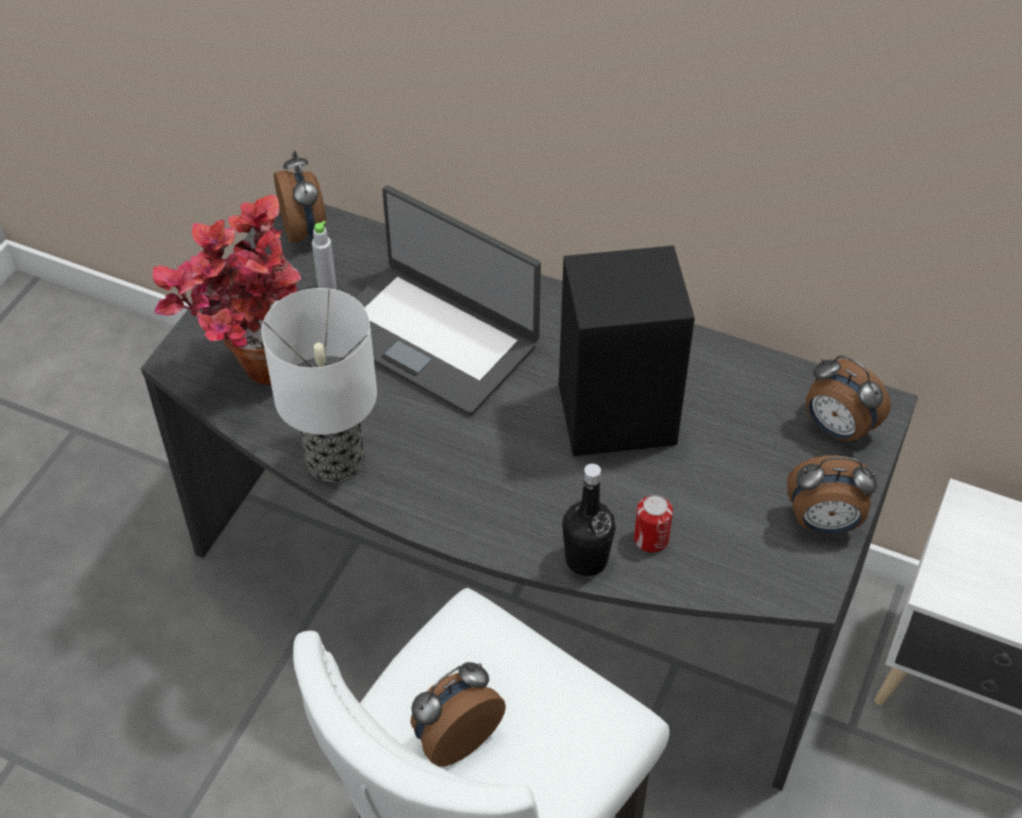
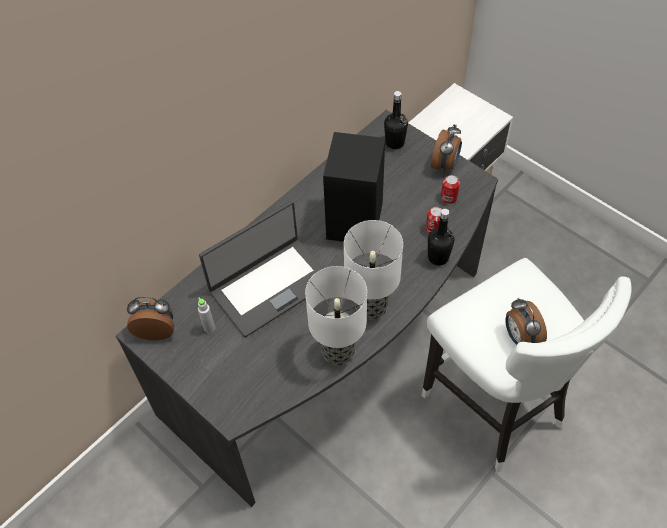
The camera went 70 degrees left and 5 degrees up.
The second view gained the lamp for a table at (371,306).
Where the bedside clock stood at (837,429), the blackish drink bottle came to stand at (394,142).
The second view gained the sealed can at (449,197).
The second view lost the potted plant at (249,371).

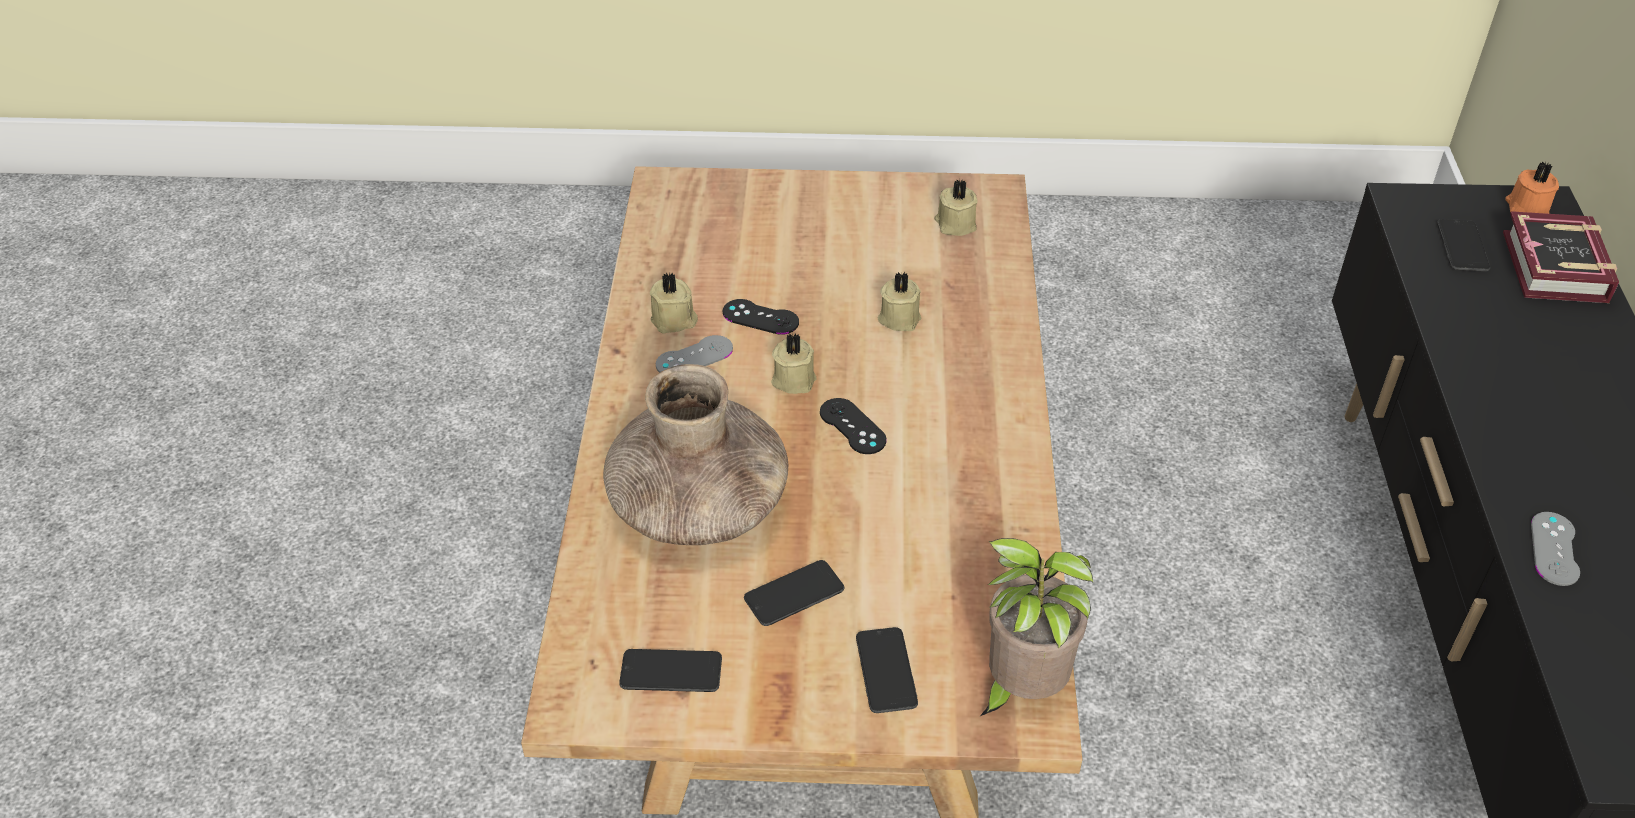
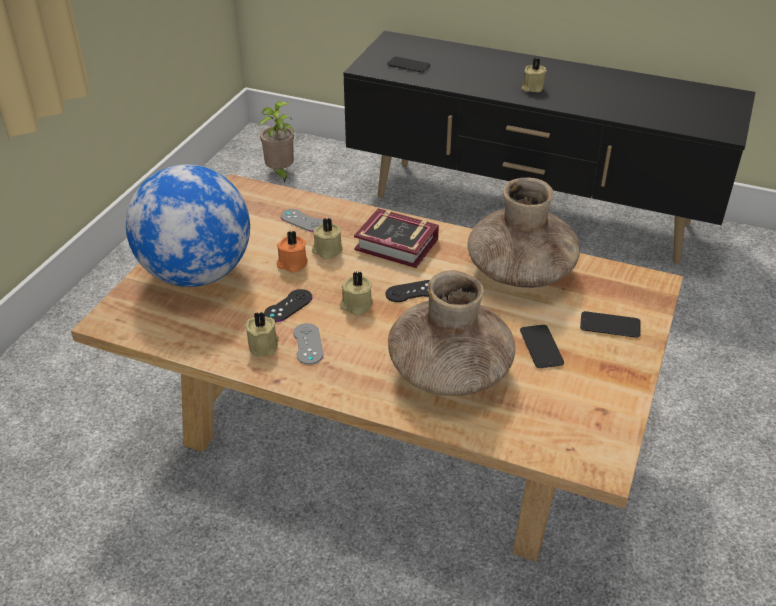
The camera went 70 degrees left and 5 degrees down.
The second view gained the world globe at (197,274).
The potted plant ended up elsewhere, having gone from (1020,689) to (280,173).
The orangey wax candle ended up elsewhere, having gone from (1526,208) to (292,264).
The greyish gamepad ended up elsewhere, having gone from (1554,549) to (303,221).
The book ended up elsewhere, having gone from (1552,270) to (398,247).
The second view gained the brownish decorative vase at (520,271).
The beige-coloured wax candle ended up elsewhere, having gone from (955,224) to (532,88).
The second view lost the handset at (671,672).

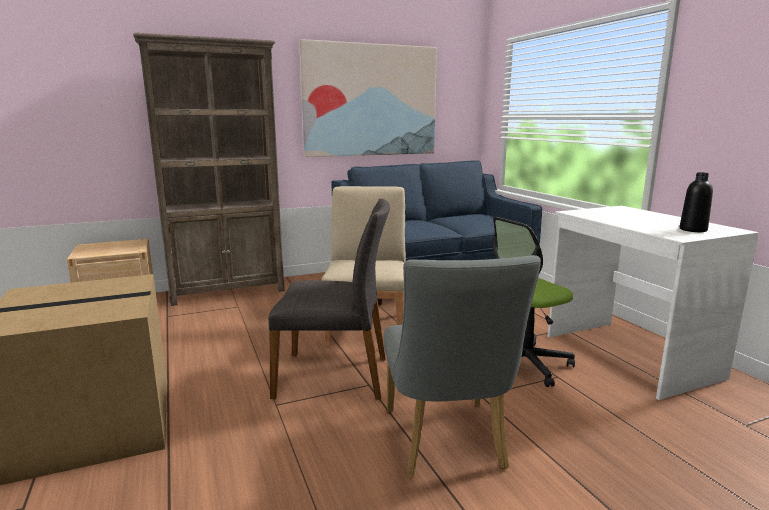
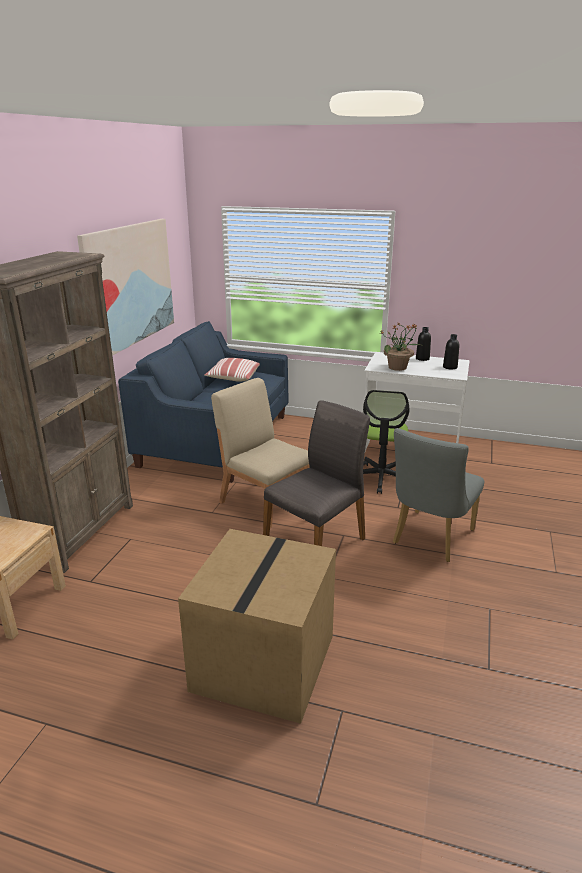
The camera went 50 degrees left and 10 degrees up.
The second view gained the cushion at (233,378).
The second view gained the potted plant at (398,367).
The greyish upright chair at (446,444) ended up facing another way, 90 degrees clockwise from before.
The second view gained the blackish drink bottle at (422,359).

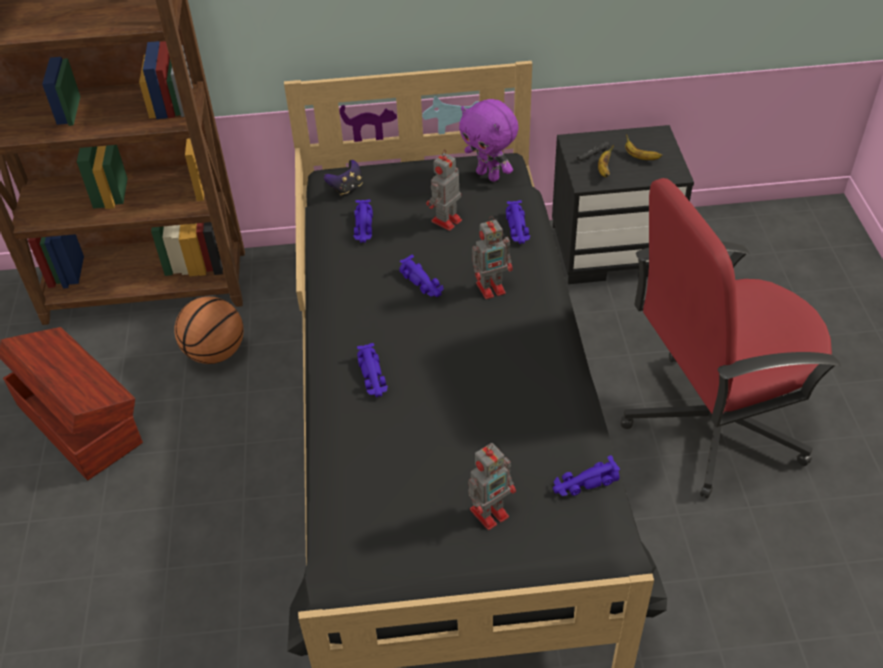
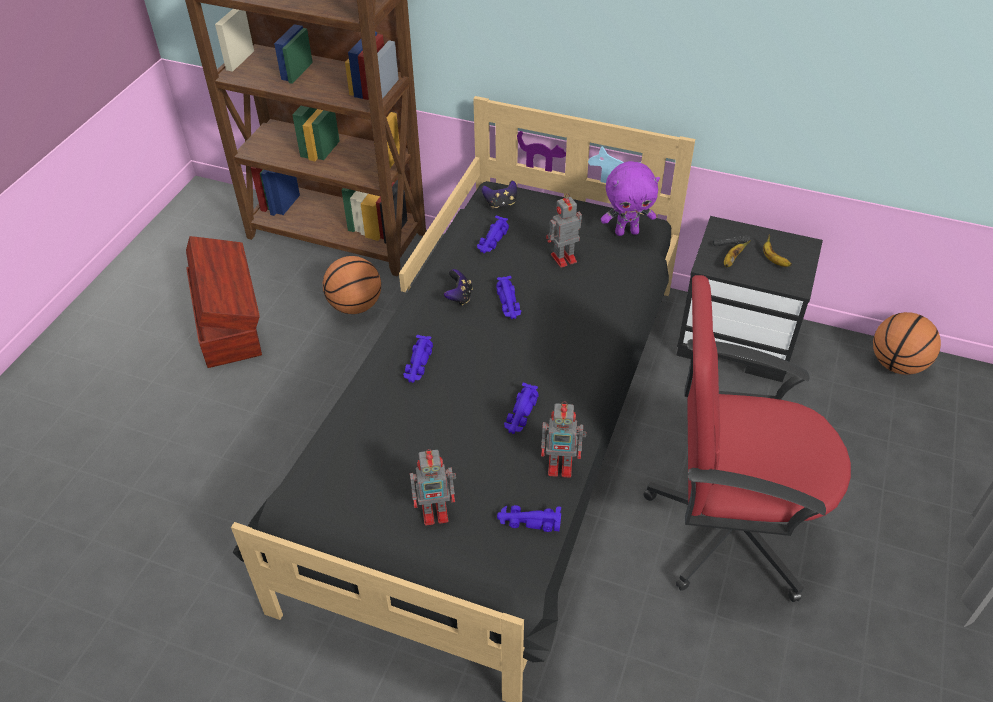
The camera went 25 degrees right and 0 degrees up.
The second view gained the gamepad at (459,297).
The purplish miniature car ended up elsewhere, having gone from (517,228) to (520,414).
The robot figure ended up elsewhere, having gone from (492,287) to (562,465).
The purplish soft toy at (489,175) ended up facing another way, 75 degrees counterclockwise from before.
The second view gained the basketball at (897,364).

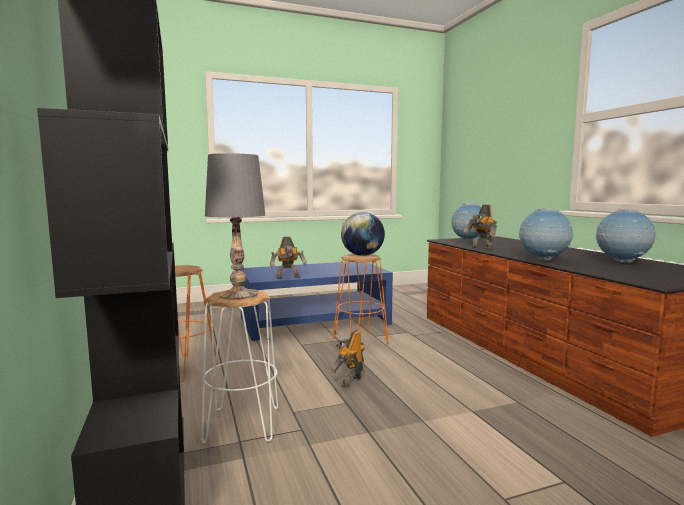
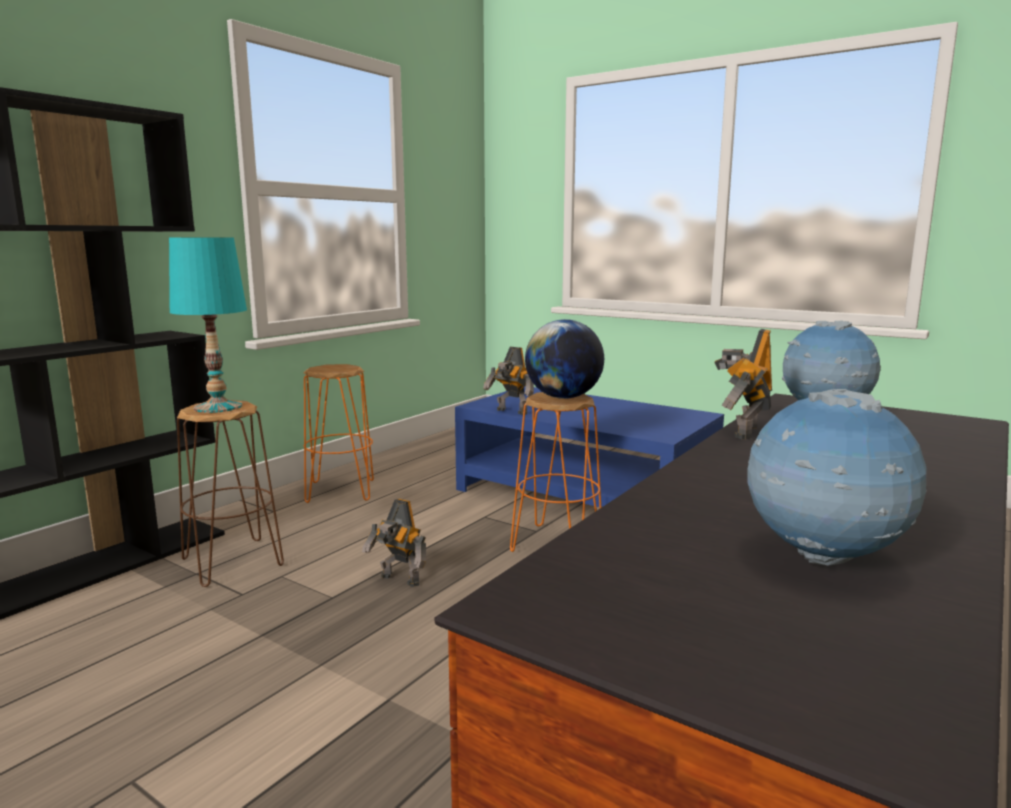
The camera went 55 degrees right and 5 degrees up.
What was the greyish lamp for a table at (238,294) turned into the blue-green lamp for a table at (217,407).
What was the white stool at (242,424) turned into the brownish stool at (233,562).
The robot figure at (350,381) ended up facing another way, 150 degrees counterclockwise from before.
The second view lost the world globe at (543,260).

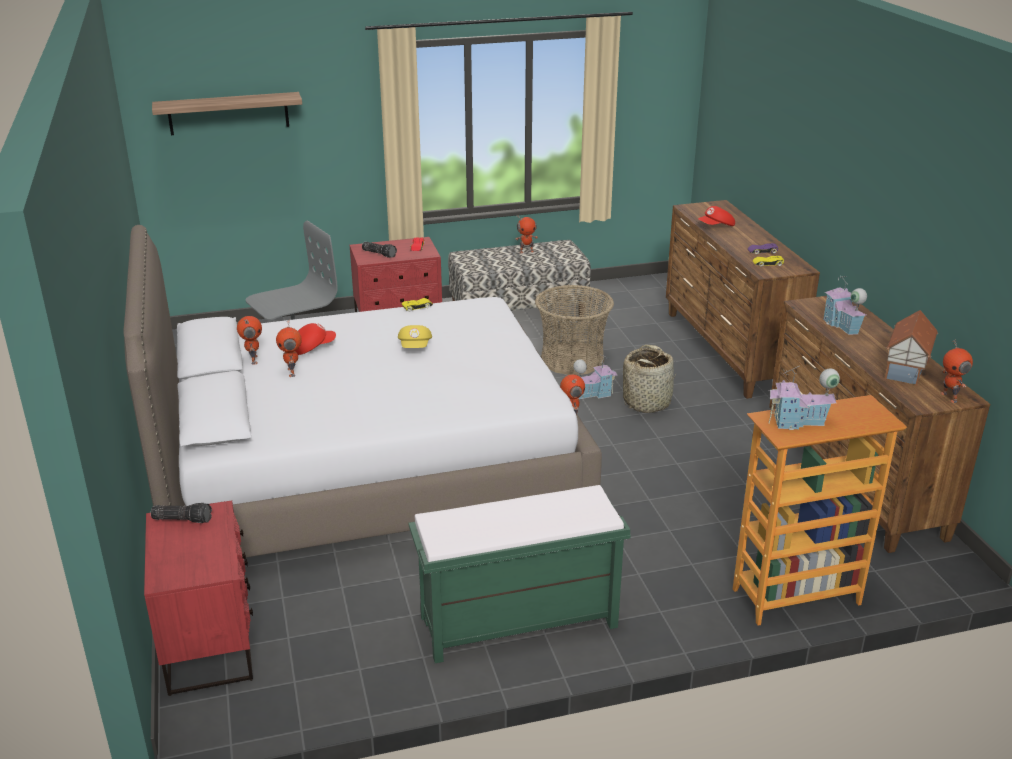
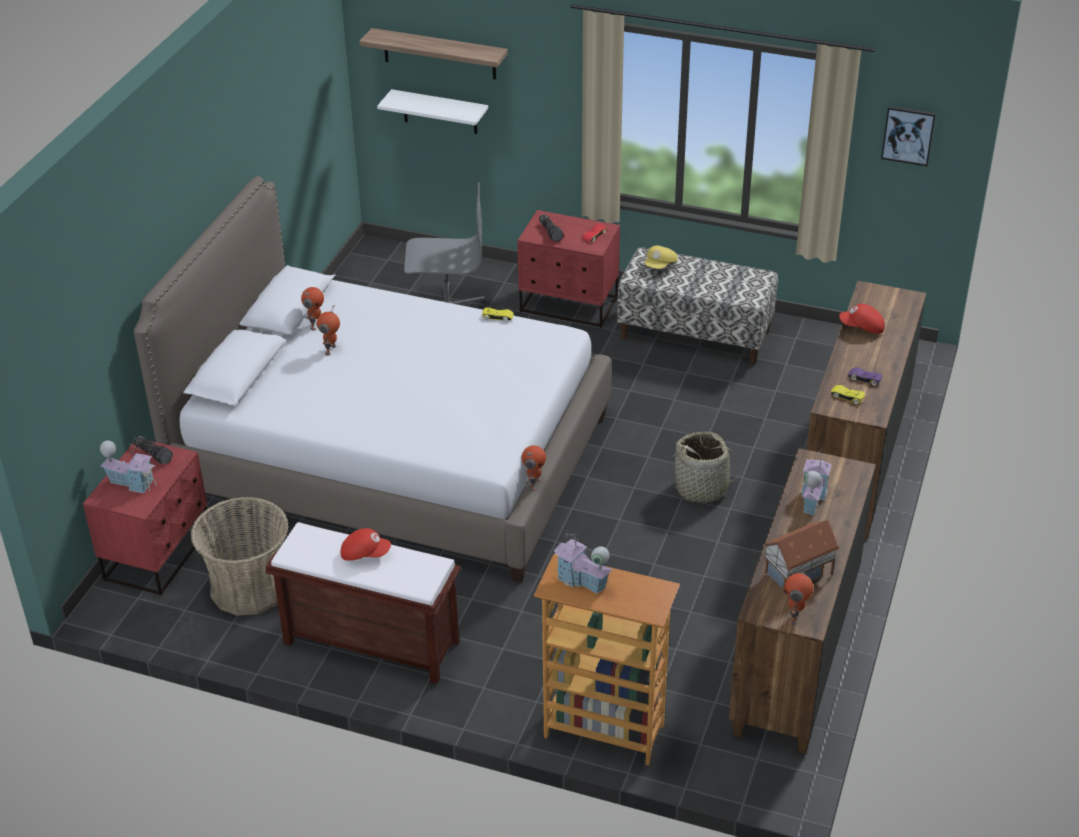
The camera went 35 degrees right and 10 degrees up.
The model house ended up elsewhere, having gone from (593,394) to (132,482).
The basket ended up elsewhere, having gone from (572,359) to (249,587).
What was the greenish indoor bench at (517,623) turned into the brownish indoor bench at (369,643).
The red-coloured cap ended up elsewhere, having gone from (312,348) to (365,553).
The second view gained the white bracket shelf at (440,112).
The yellowish cap ended up elsewhere, having gone from (415,347) to (660,265).
The second view gained the wall picture at (908,135).
The second view lost the robot figure at (526,251).

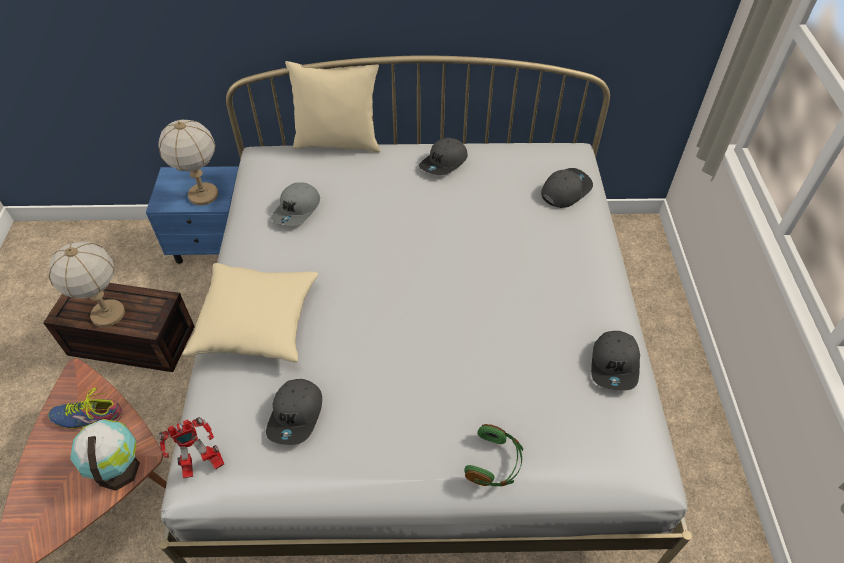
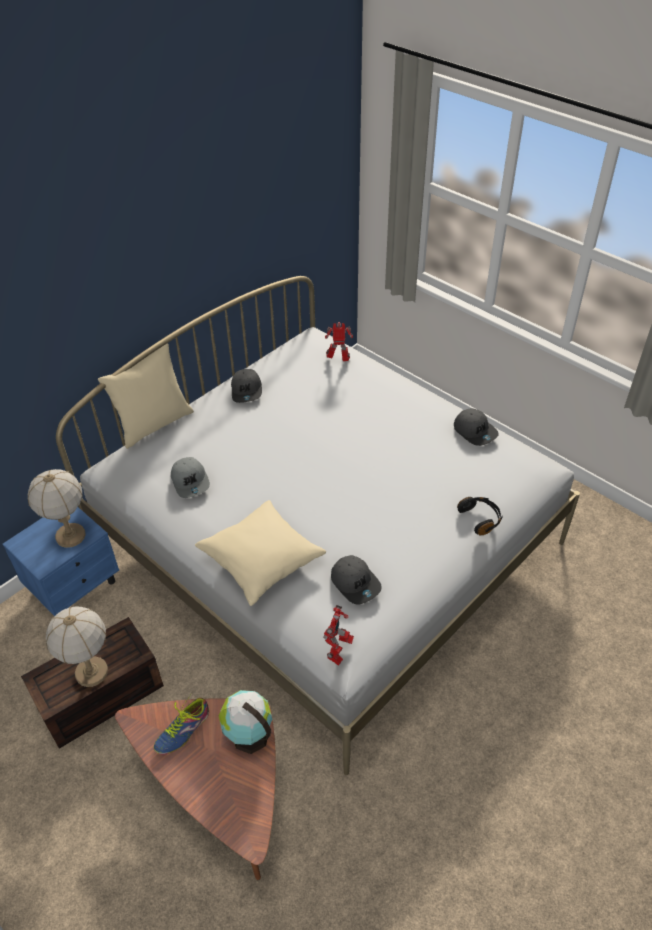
The camera went 45 degrees left and 5 degrees down.
Where the greyish cap stood at (565,190), the robot figure came to stand at (339,360).
What was the greenish headphones at (494,463) turned into the blackish headphones at (480,519).

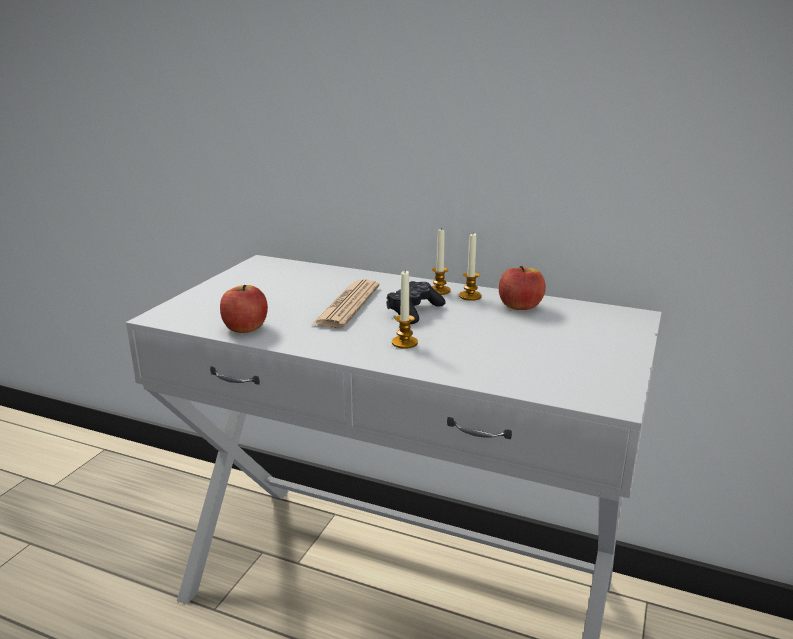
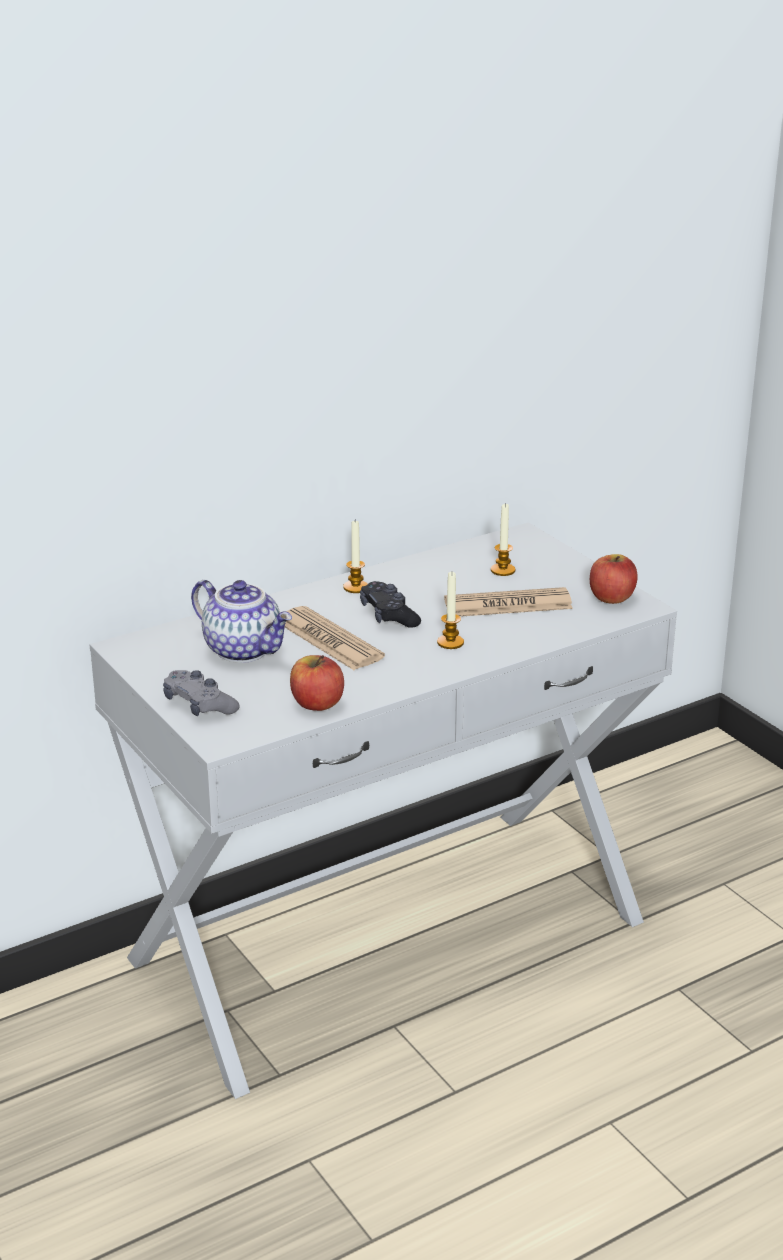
The camera went 55 degrees left and 5 degrees up.
The second view gained the greyish gamepad at (199,705).
The second view gained the teapot at (245,650).
The second view gained the printed paper at (508,604).
The wax candle ended up elsewhere, having gone from (470,296) to (503,570).
The whole apple ended up elsewhere, having gone from (520,306) to (611,598).

